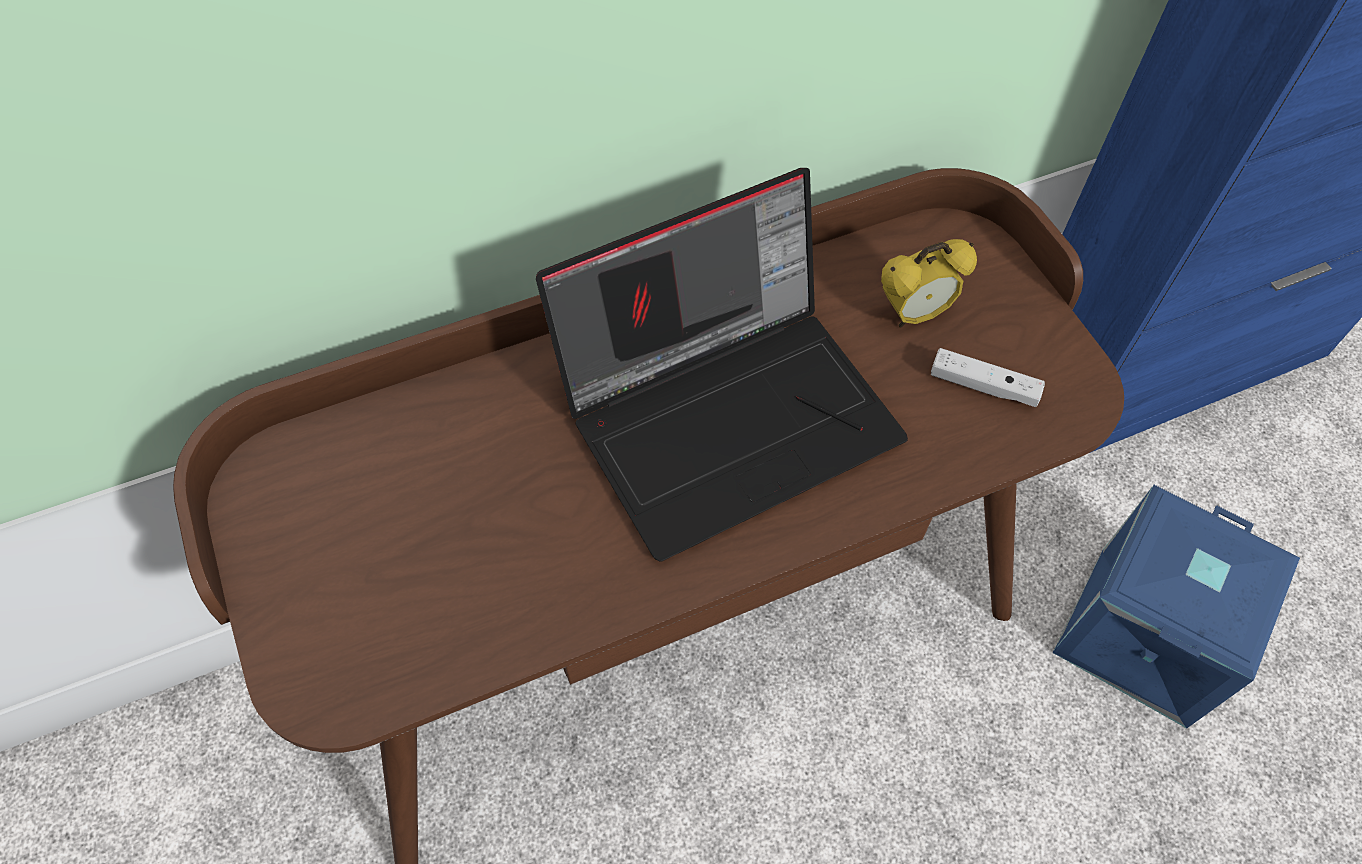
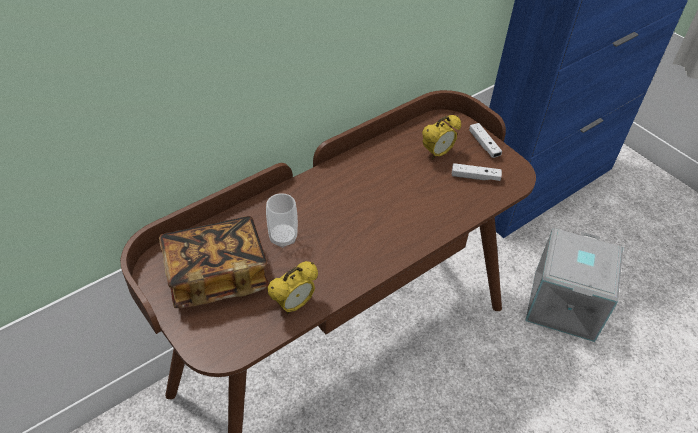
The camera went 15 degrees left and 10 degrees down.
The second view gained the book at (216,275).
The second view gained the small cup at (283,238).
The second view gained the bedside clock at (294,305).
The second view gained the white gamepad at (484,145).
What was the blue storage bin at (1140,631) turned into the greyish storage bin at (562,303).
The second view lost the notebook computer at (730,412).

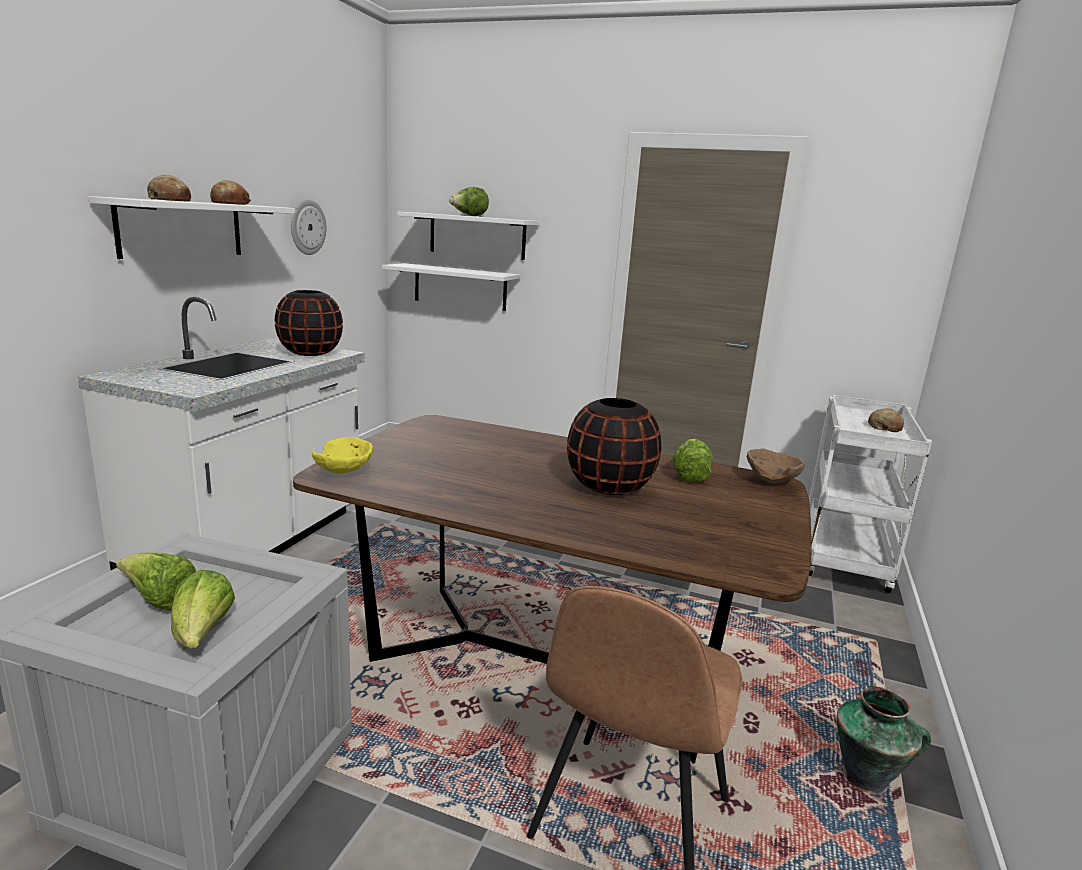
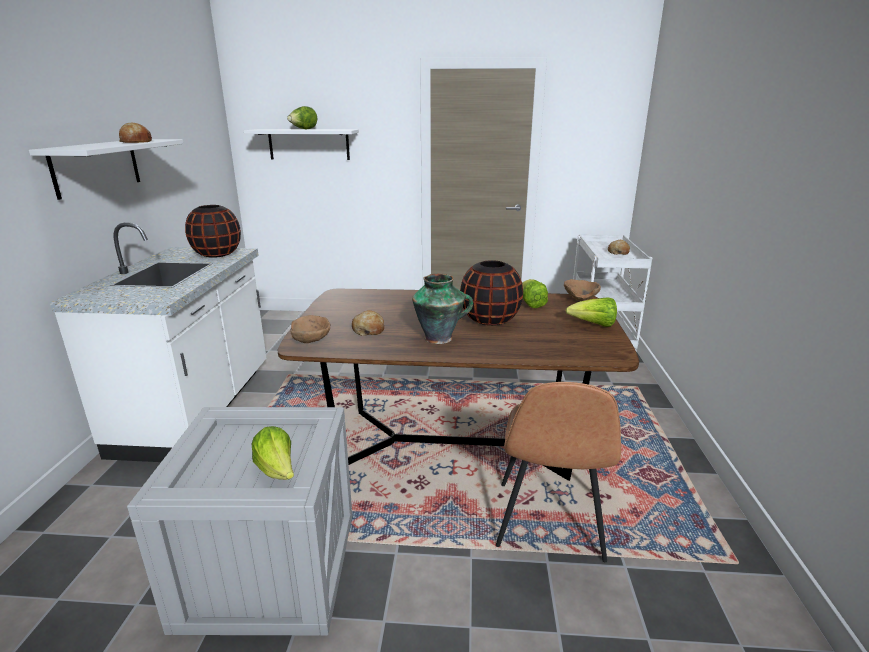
The camera went 15 degrees left and 5 degrees up.
What was the yellowish serving bowl at (345,474) turned into the brownish serving bowl at (312,342).
The bread ended up elsewhere, having gone from (170,200) to (368,330).
The decorative vase ended up elsewhere, having gone from (867,779) to (440,338).
The head of lettuce ended up elsewhere, having gone from (159,600) to (593,325).
The second view lost the clock on the wall at (307,227).
The second view lost the white bracket shelf at (460,287).

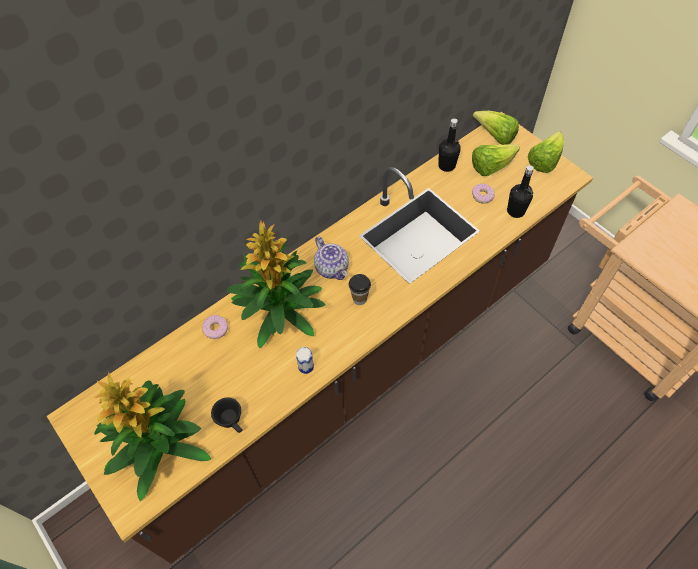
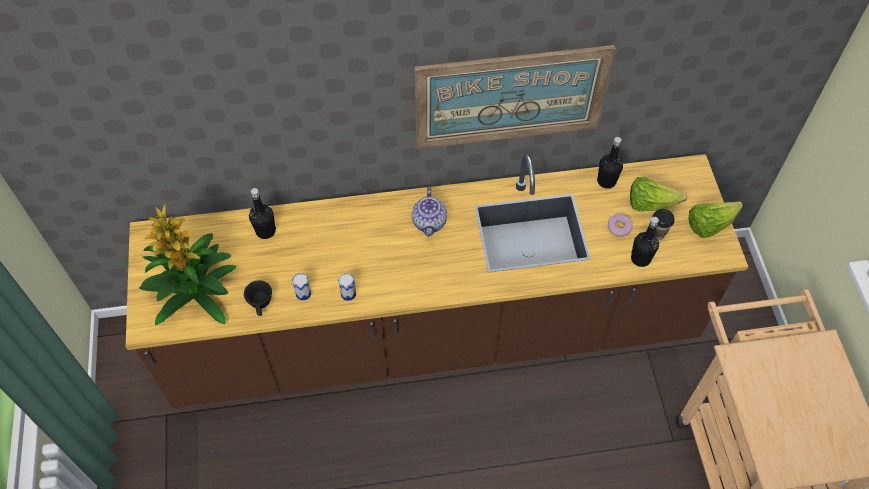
The camera went 30 degrees right and 0 degrees up.
The second view gained the blackish drink bottle at (265,231).
The second view gained the sealed can at (303,293).
The second view gained the wall picture at (510,97).
The small cup ended up elsewhere, having gone from (359,299) to (657,234).
The second view lost the donut at (215,329).
The second view lost the potted plant at (280,310).
The second view lost the head of lettuce at (495,136).

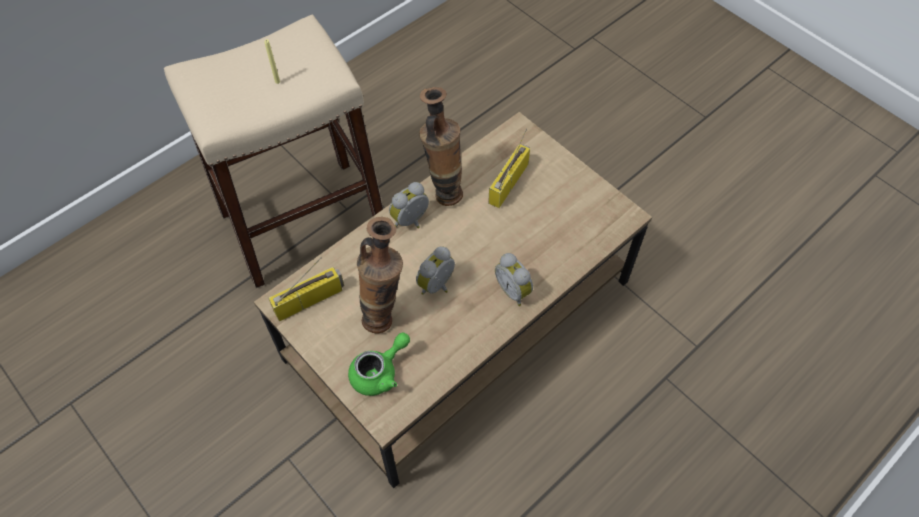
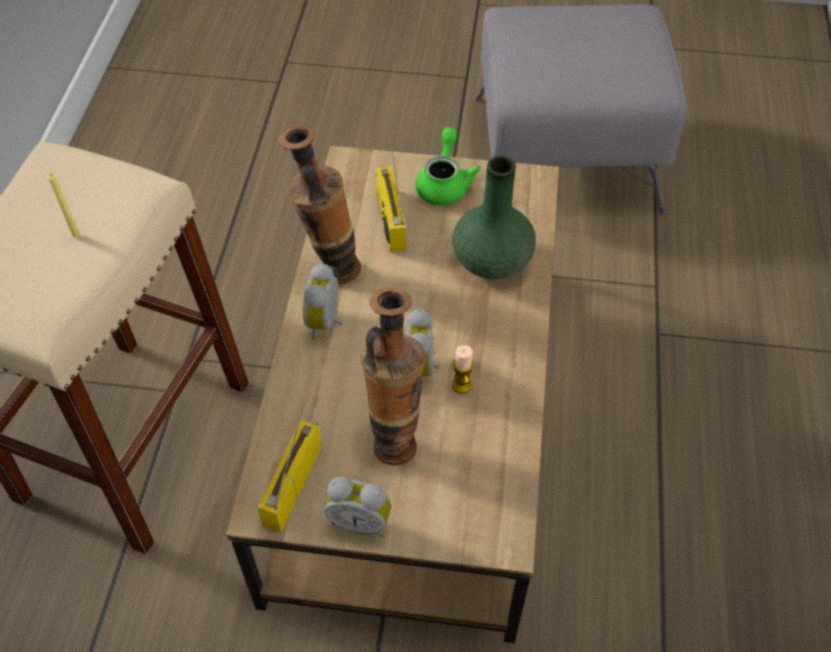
The camera went 40 degrees left and 5 degrees down.
The bedside clock ended up elsewhere, having gone from (514,290) to (360,521).
The greenish teapot ended up elsewhere, having gone from (379,372) to (444,184).
The second view gained the wax candle at (461,385).
The second view gained the greenish decorative vase at (491,260).
The second view gained the greyish footrest at (567,154).

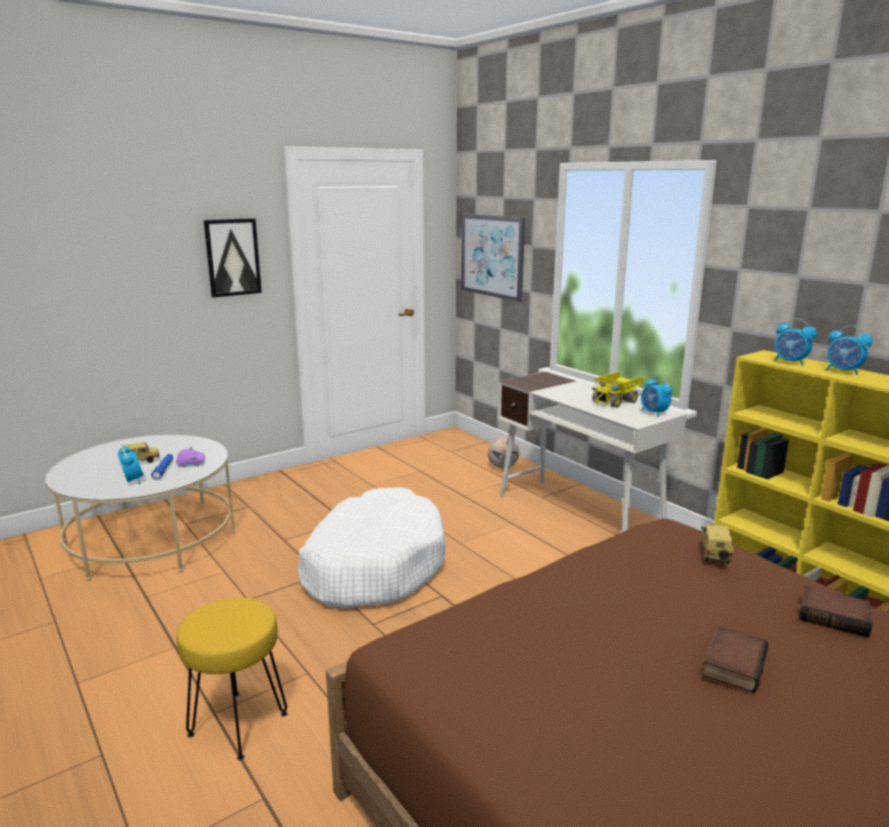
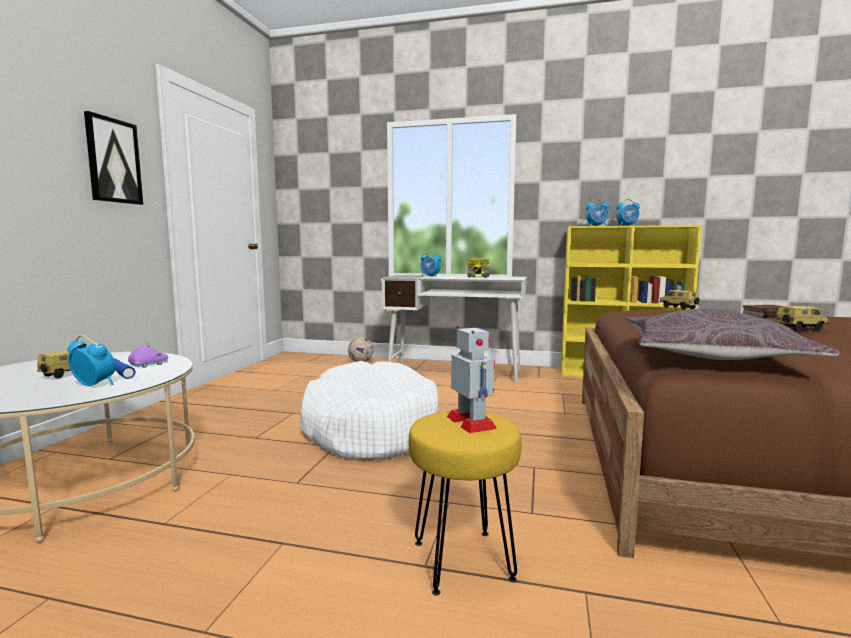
The camera went 40 degrees left and 10 degrees down.
The bedside clock ended up elsewhere, having gone from (654,413) to (430,276).
The second view gained the robot figure at (471,422).
The second view gained the greyish cushion at (710,356).
Where the book stood at (732,663), the miniature car came to stand at (800,329).
The second view lost the wall picture at (492,256).

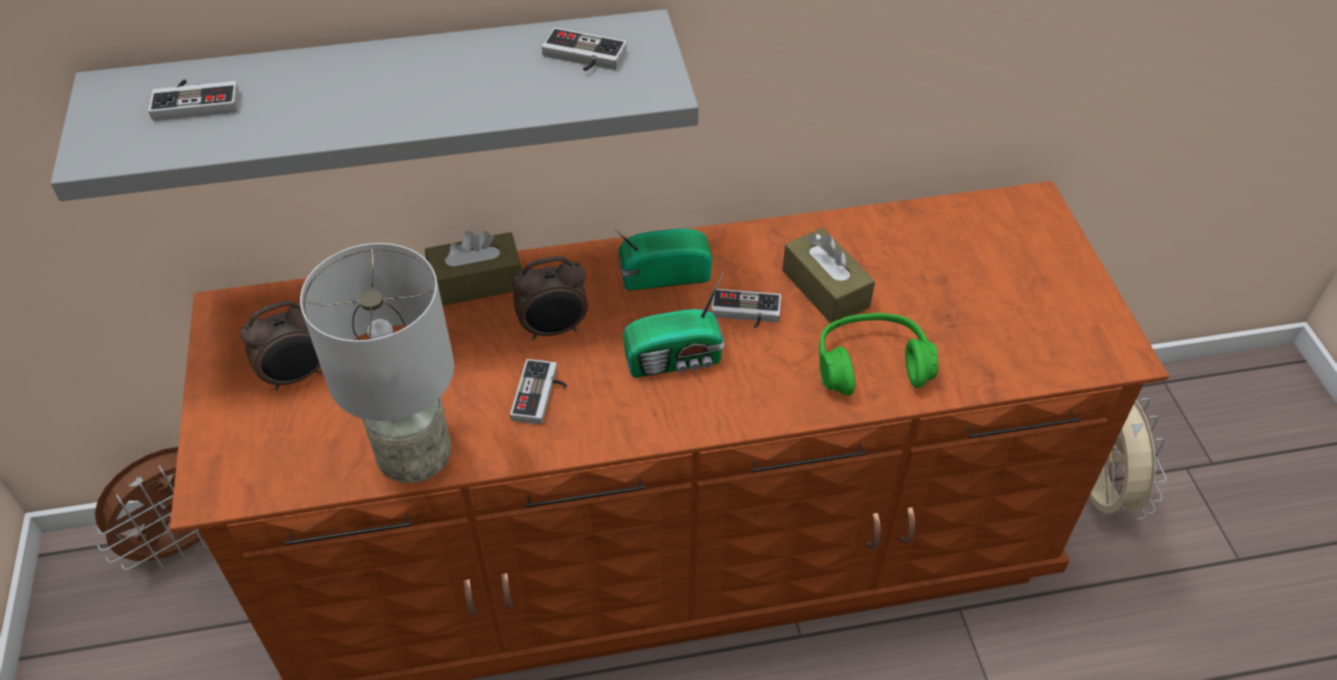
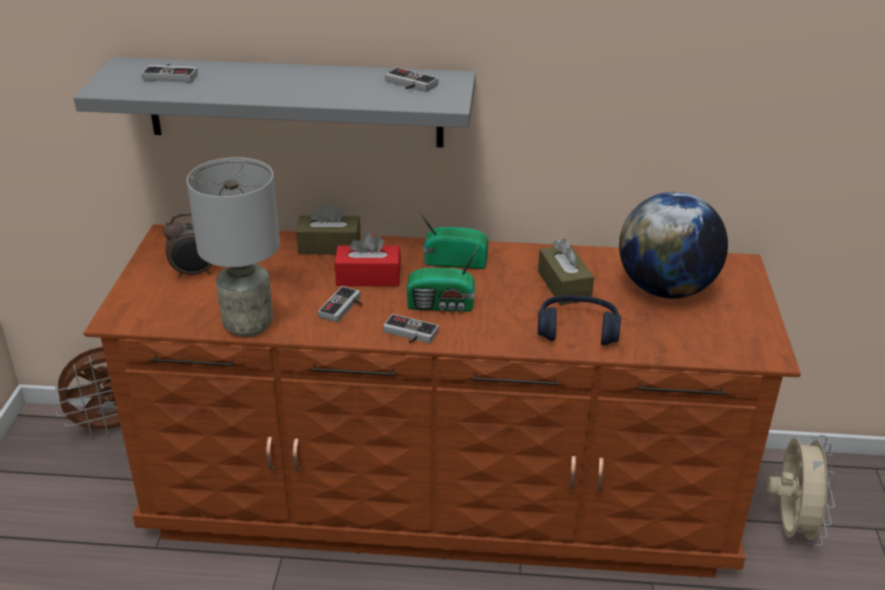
The camera went 15 degrees right and 15 degrees down.
Where the bedside clock stood at (554,330), the red-coloured tissue box came to stand at (368,277).
The gamepad ended up elsewhere, having gone from (745,314) to (408,334).
What was the greenish headphones at (871,365) turned into the blue headphones at (578,330).
The second view gained the world globe at (665,289).

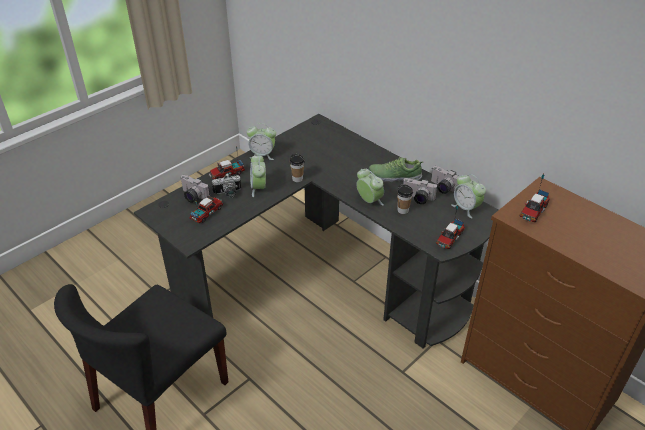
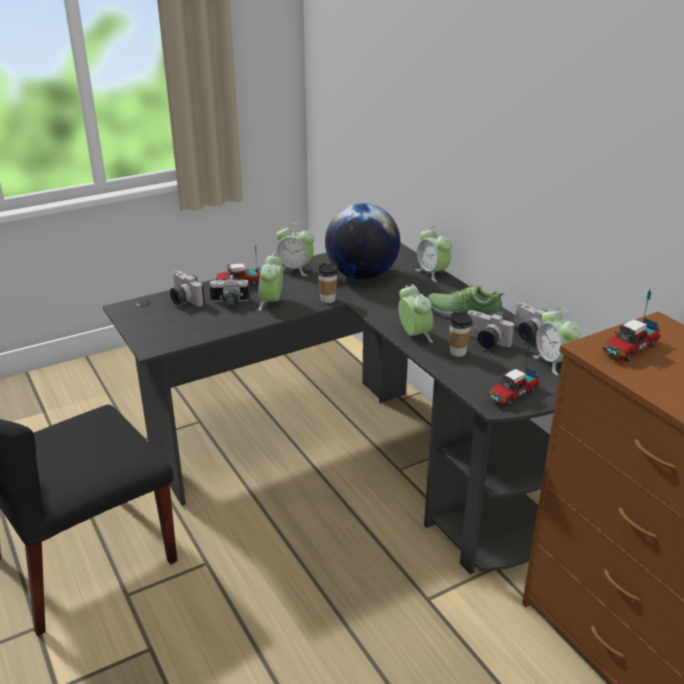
The camera went 15 degrees right and 10 degrees down.
The second view gained the world globe at (362,275).
The second view gained the bedside clock at (432,273).
The second view lost the toy lorry at (207,213).

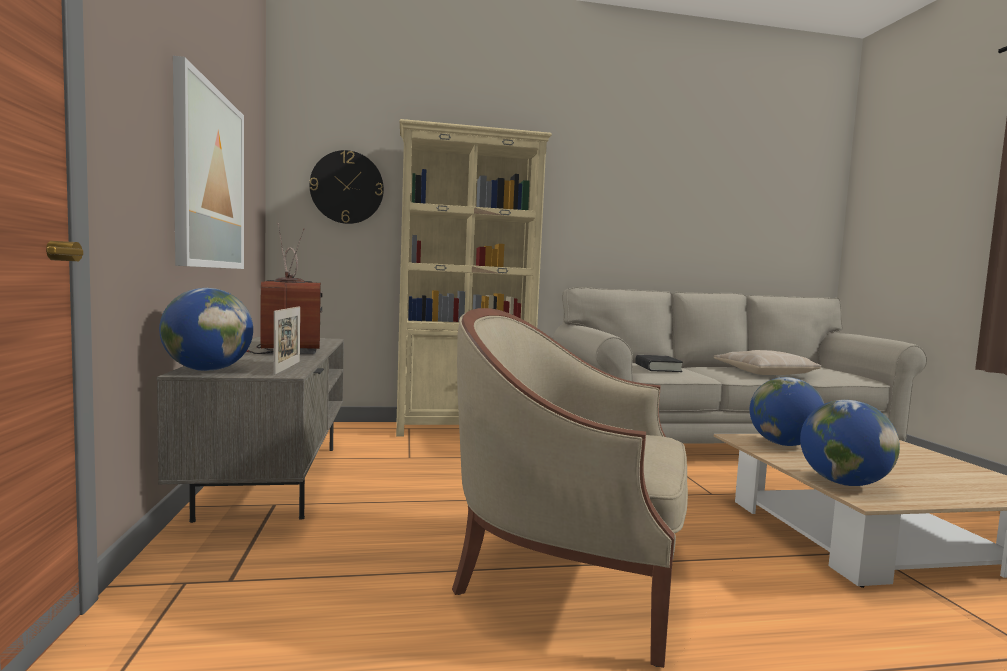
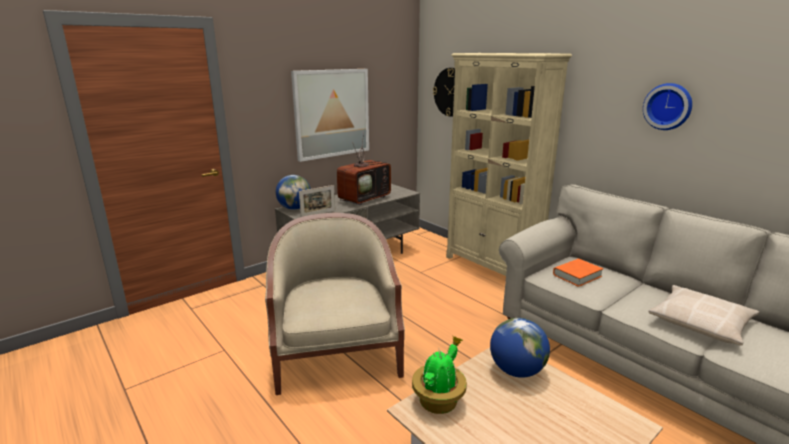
The camera went 60 degrees right and 15 degrees up.
Where the world globe stood at (843,483), the potted plant came to stand at (439,400).
What was the blackish book at (657,368) turned into the orangey book at (577,275).
The second view gained the clock on the wall at (668,106).

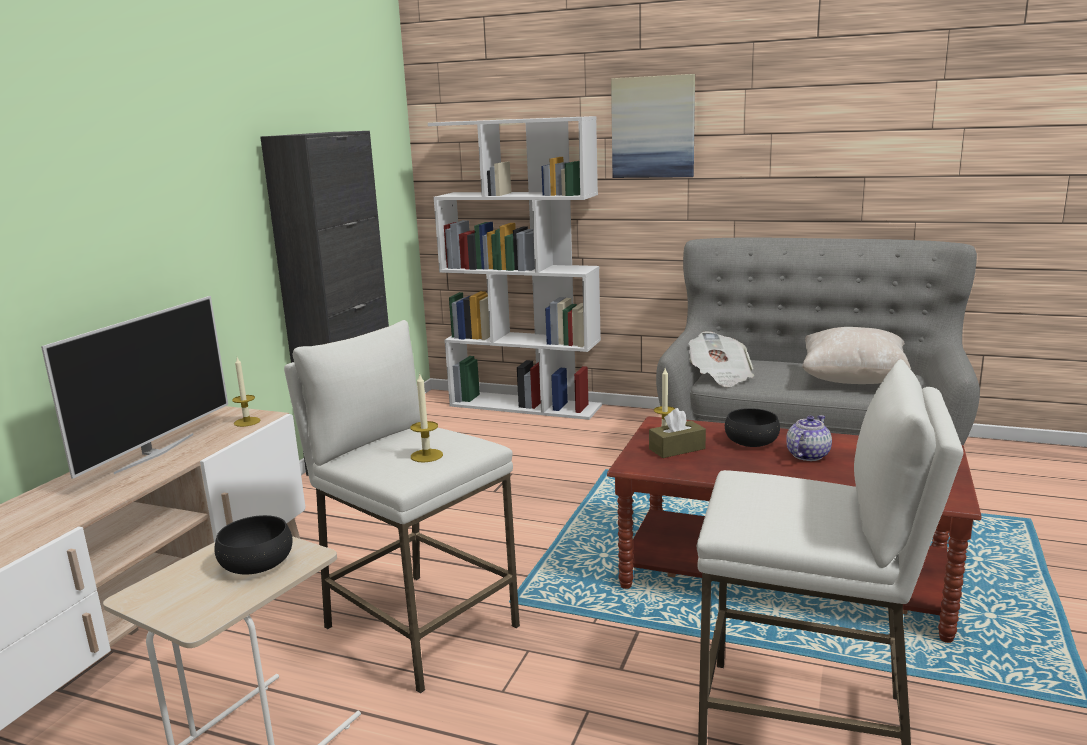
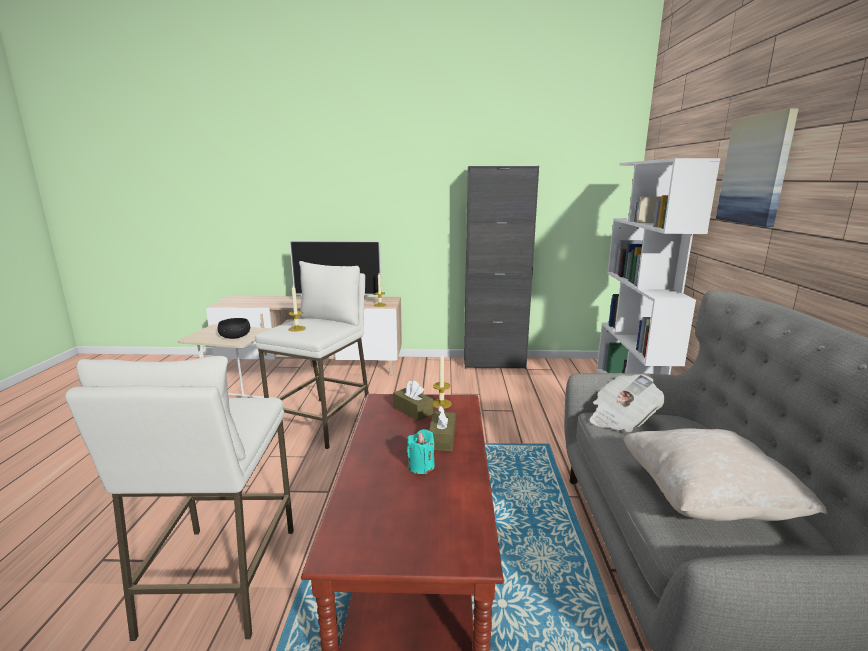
The camera went 70 degrees right and 0 degrees up.
Where the teapot stood at (807,455), the blue-green wax candle came to stand at (421,466).
Where the blackish serving bowl stood at (751,441), the brownish tissue box came to stand at (442,439).

